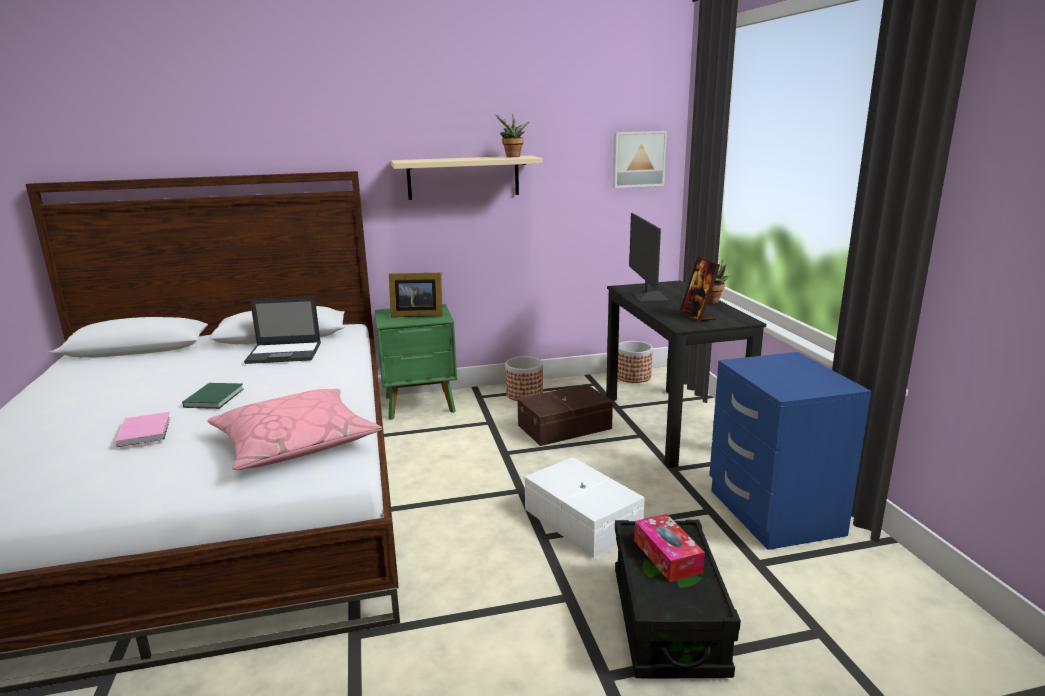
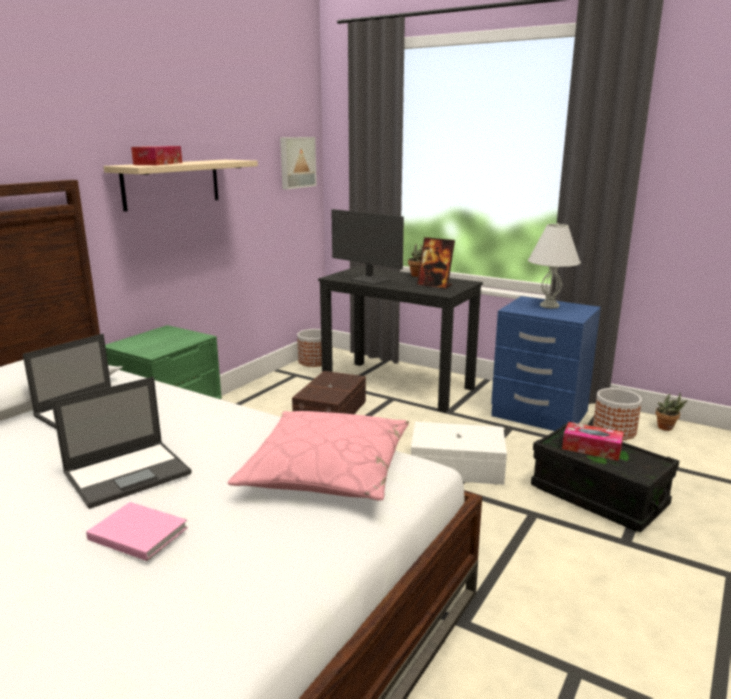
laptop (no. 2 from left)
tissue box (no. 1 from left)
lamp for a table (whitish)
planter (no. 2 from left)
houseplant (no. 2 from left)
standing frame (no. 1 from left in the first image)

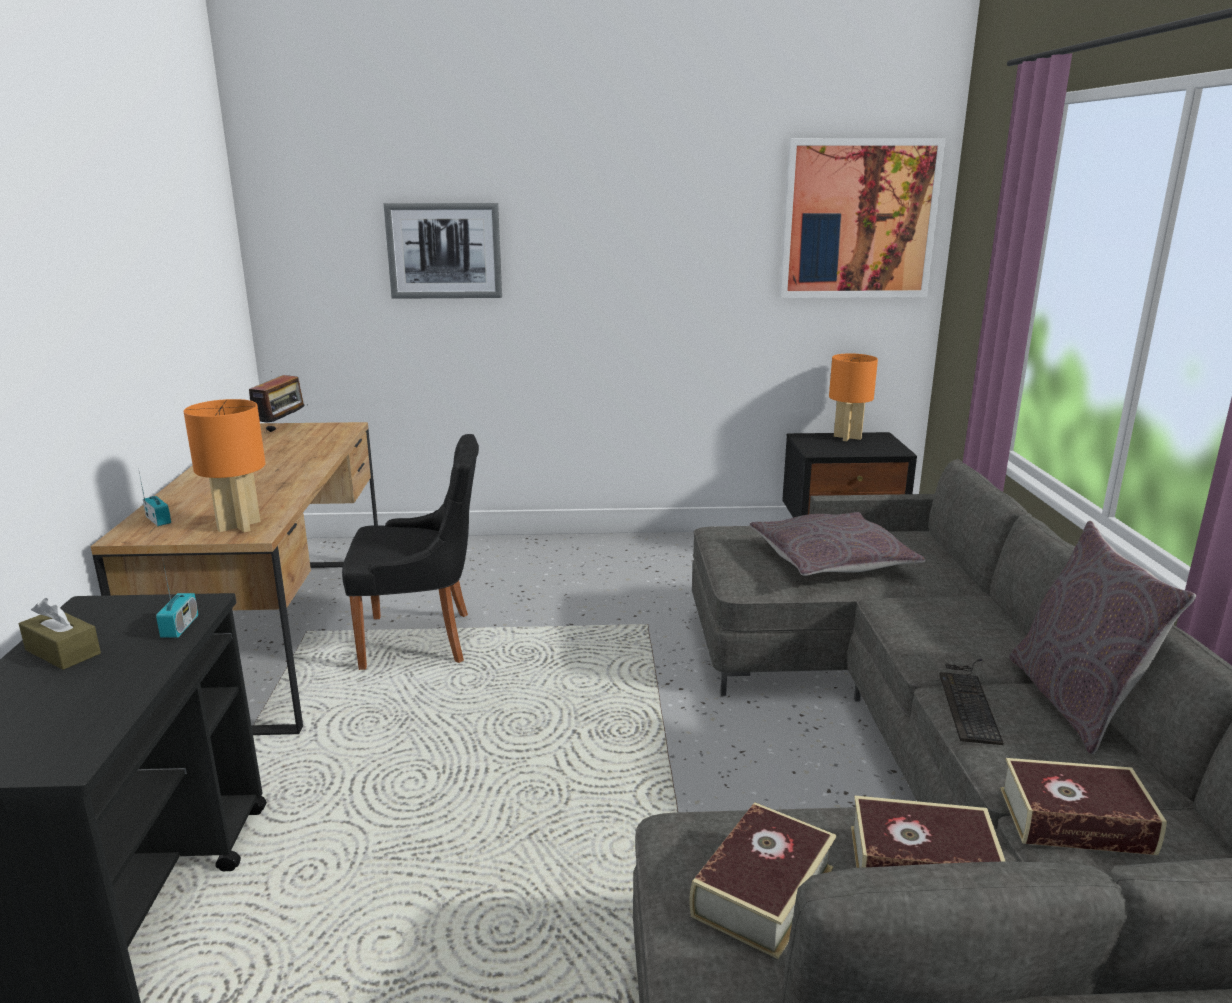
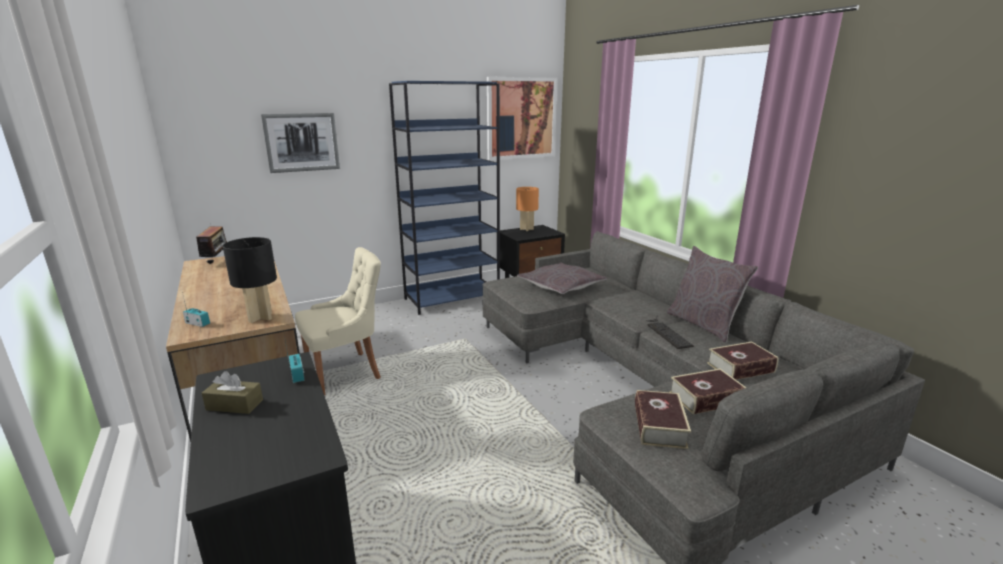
lamp for a table (black)
upright chair (sand-coloured)
bookshelf (bluish)

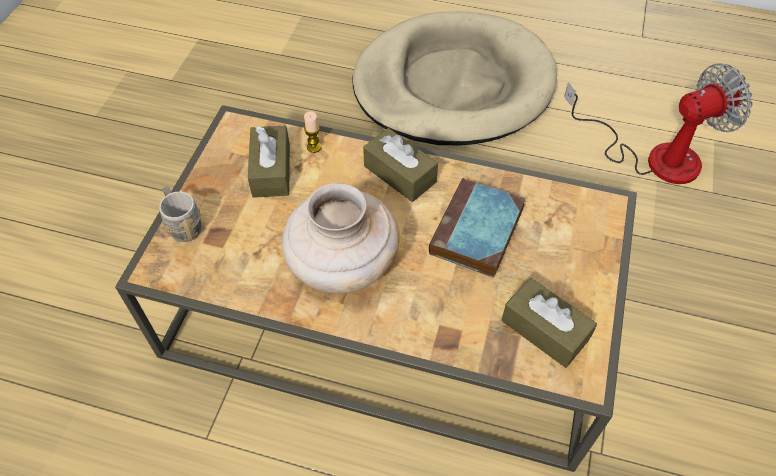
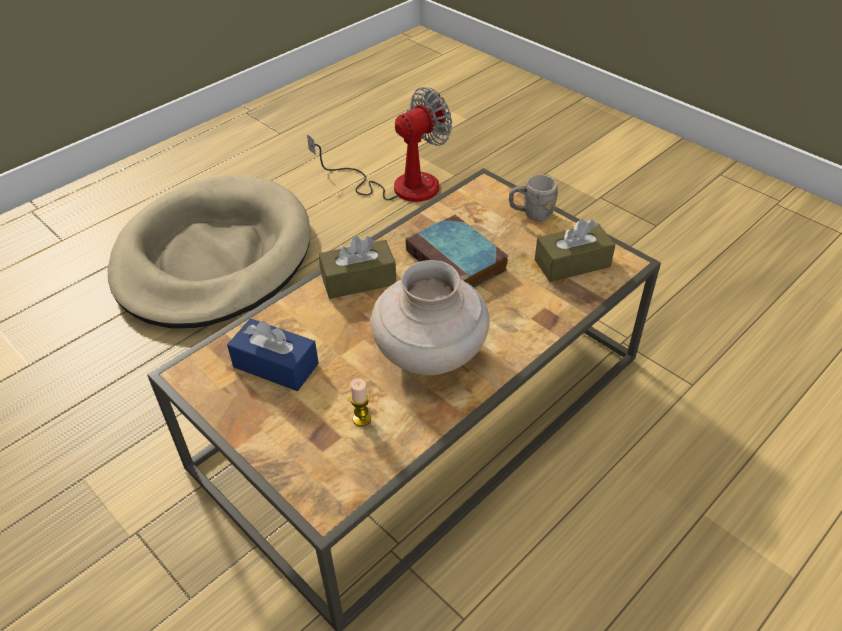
tissue box (bluish)
fan
candle
coffee mug (gray)

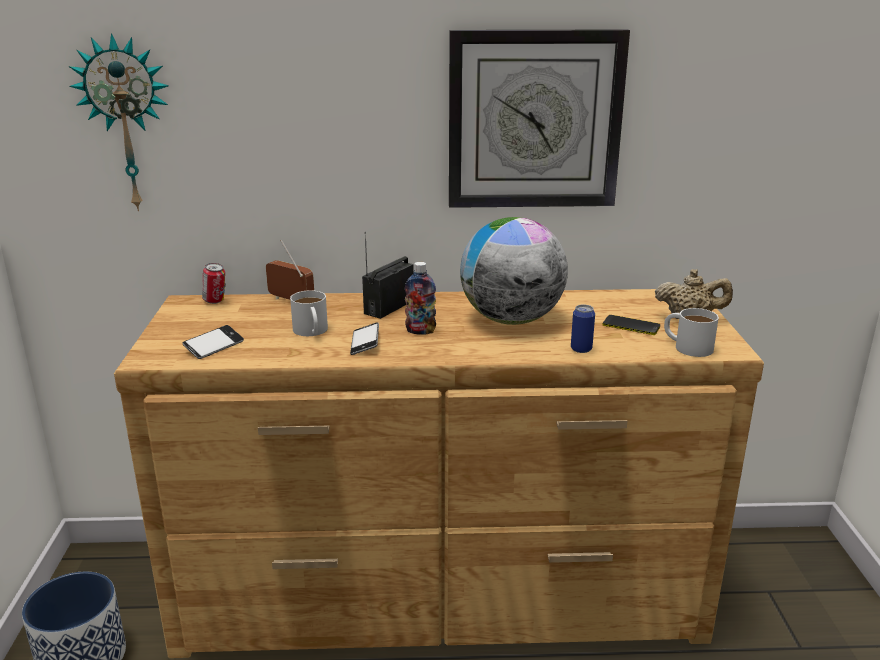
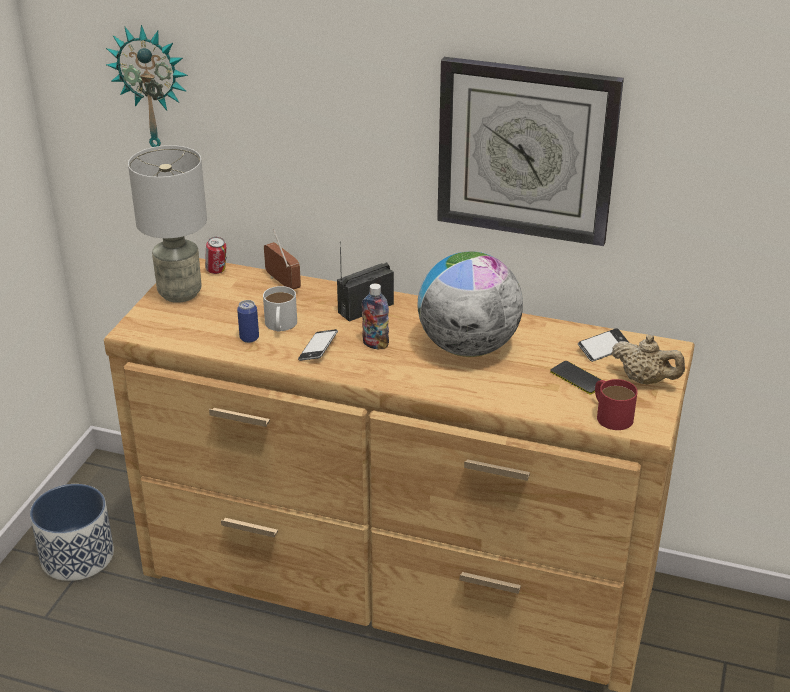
lamp for a table (gray)
can (no. 2 from left)
handset (no. 3 from left)
coffee mug (red-coloured)

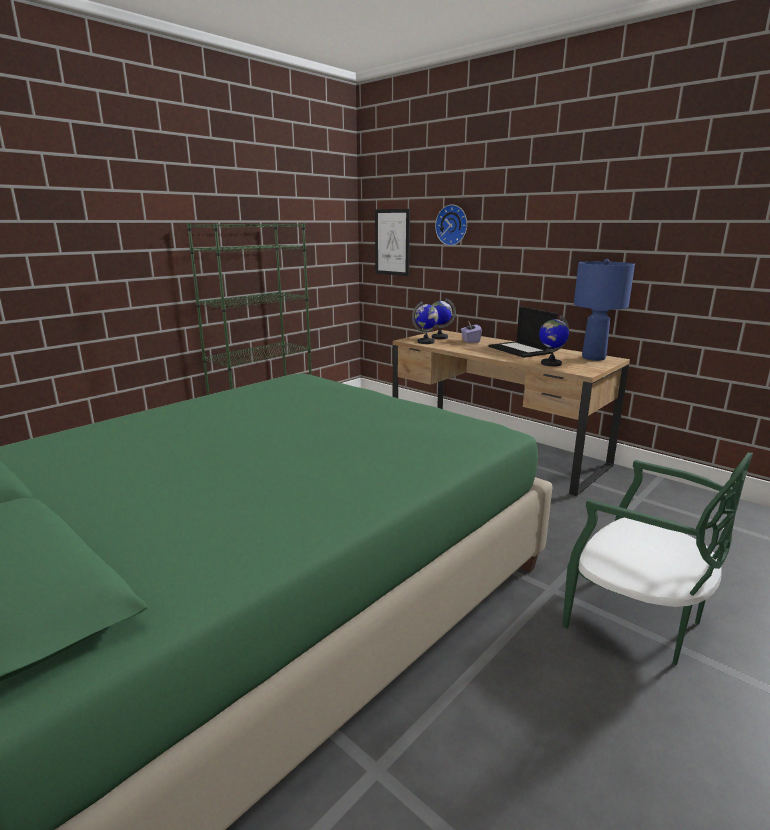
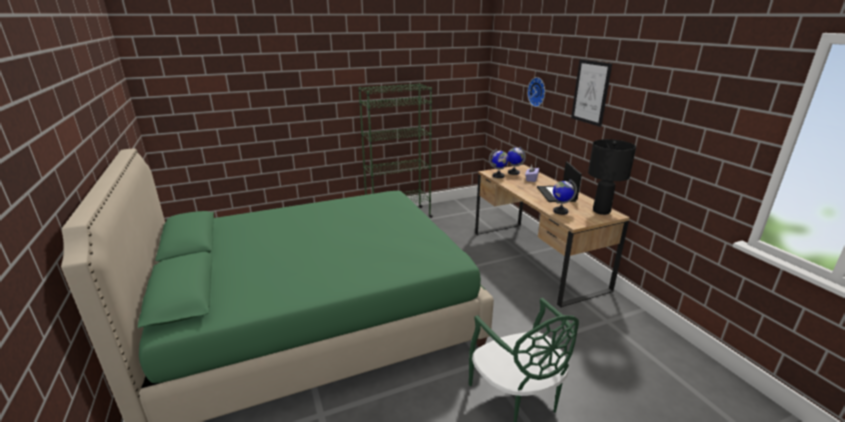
wall picture
lamp for a table (black)

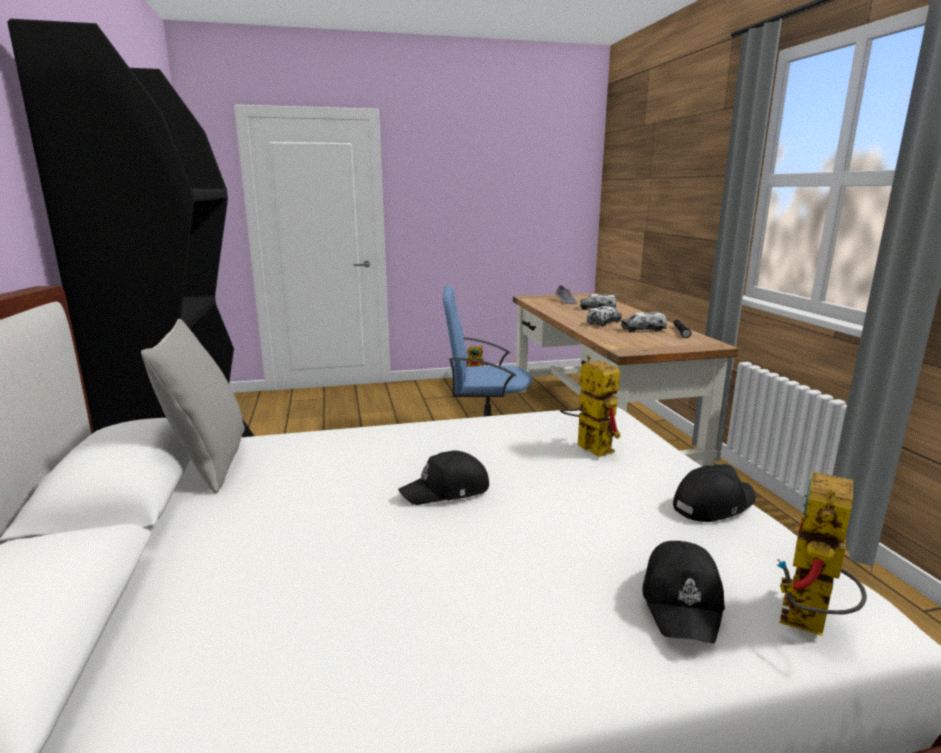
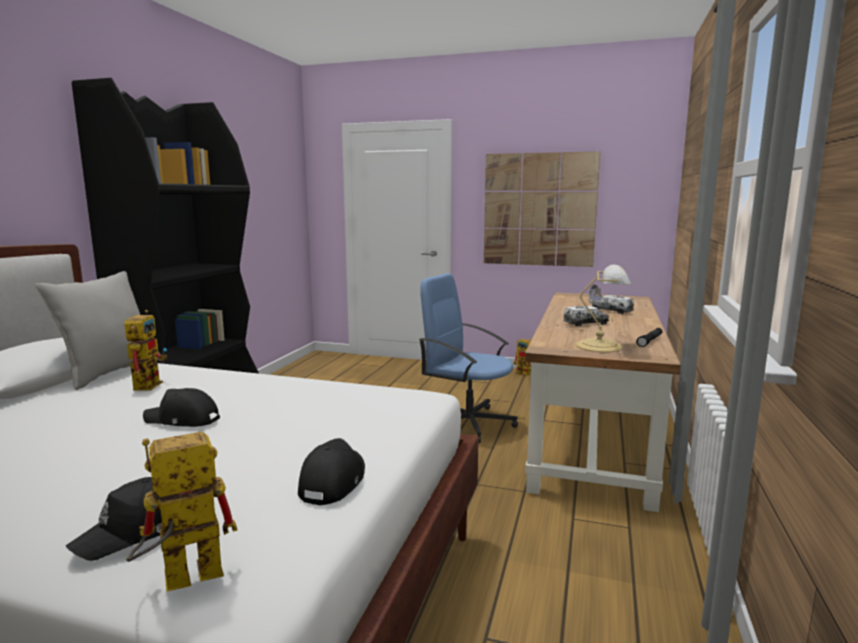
robot figure (no. 1 from left)
baseball cap (black) (no. 3 from left)
wall picture
lamp for a table
toy lorry (no. 3 from left in the first image)

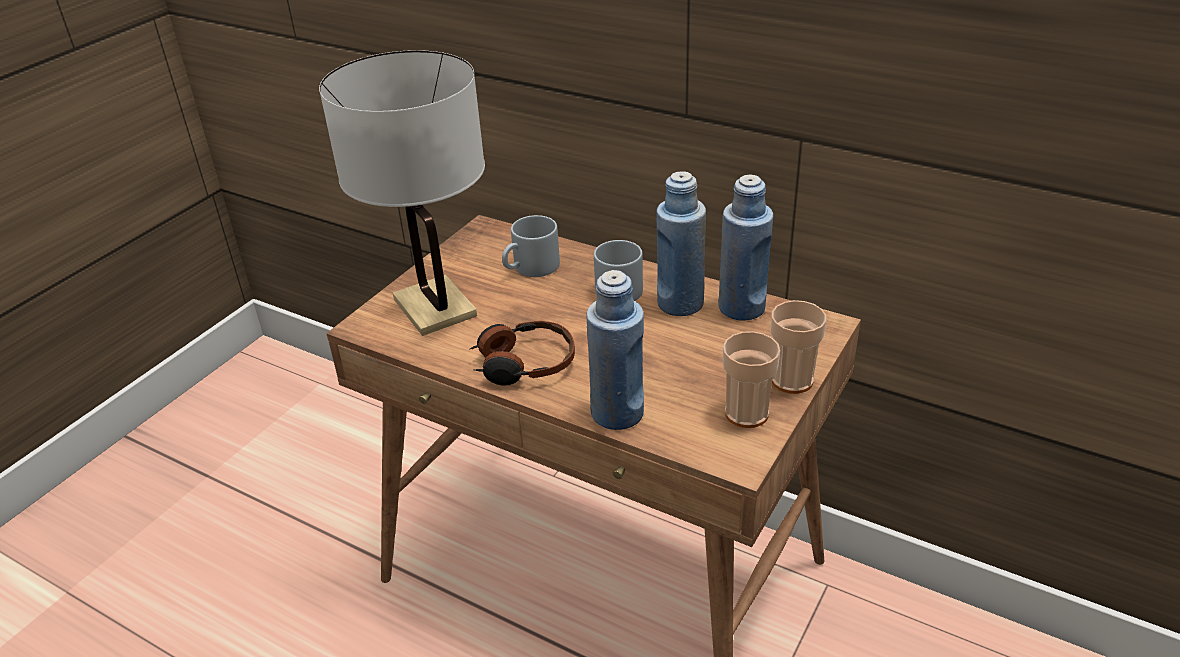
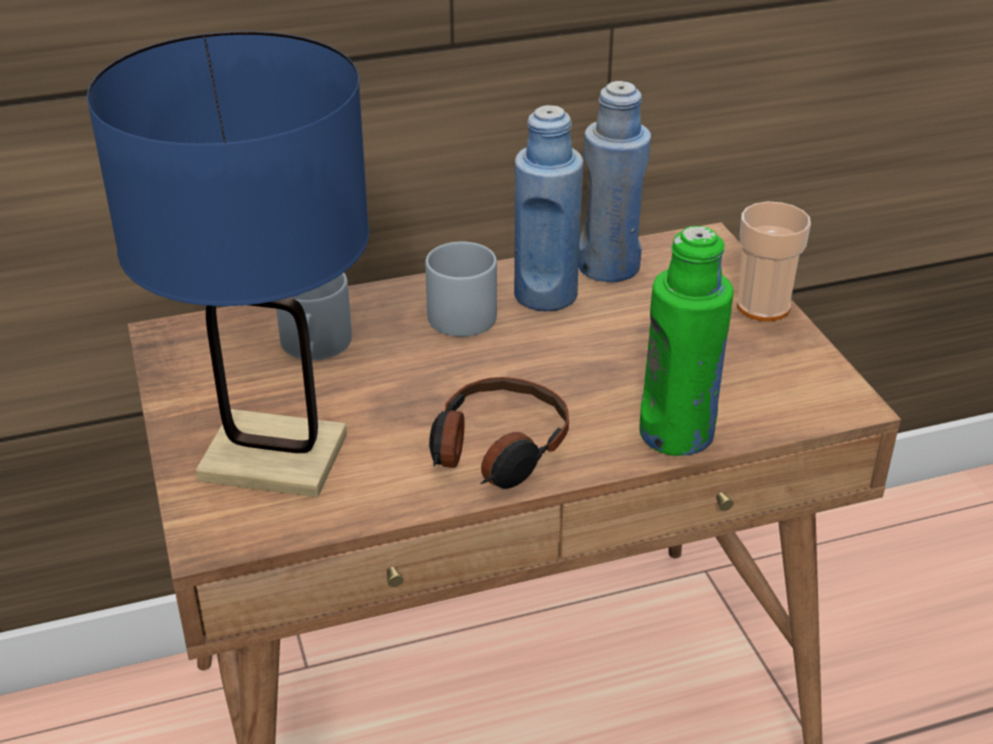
lamp for a table (bluish)
bottle (greenish)
small cup (no. 1 from left in the first image)

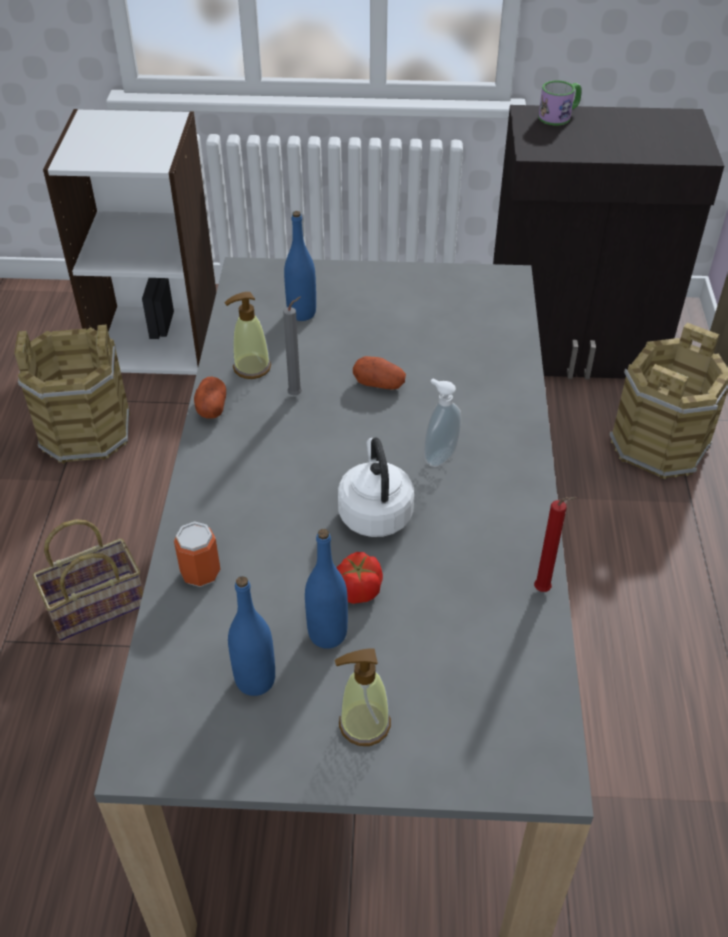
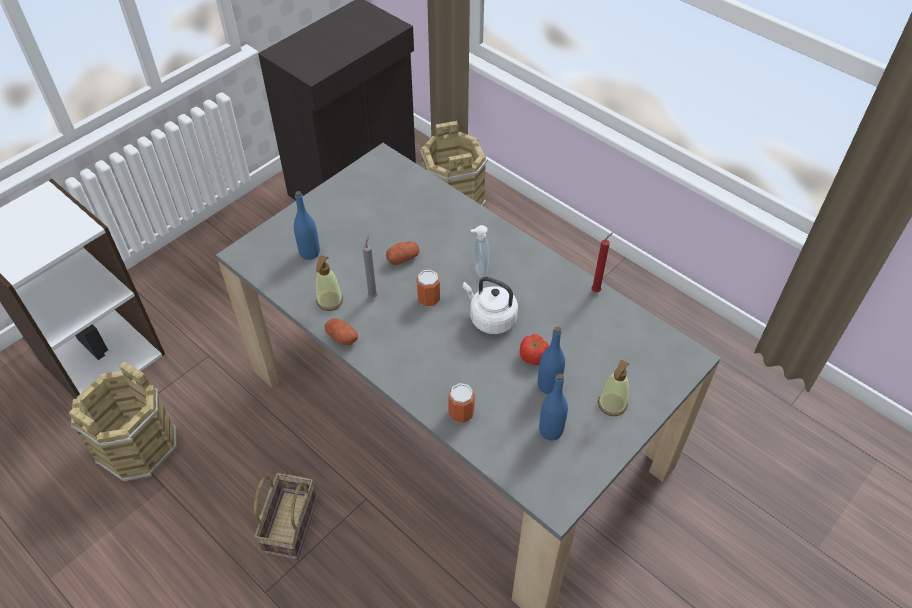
can (no. 1 from left)
coffee mug

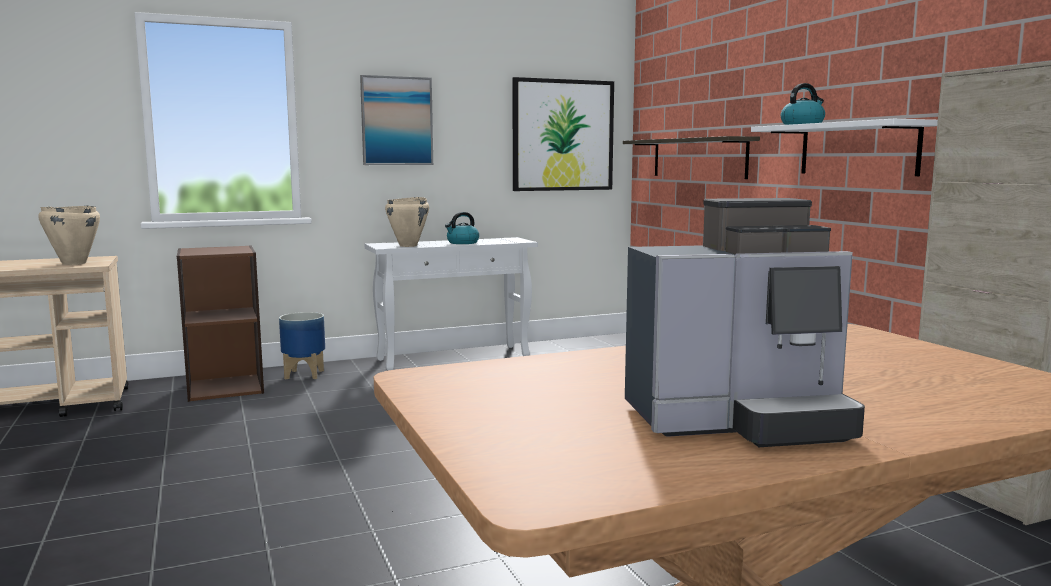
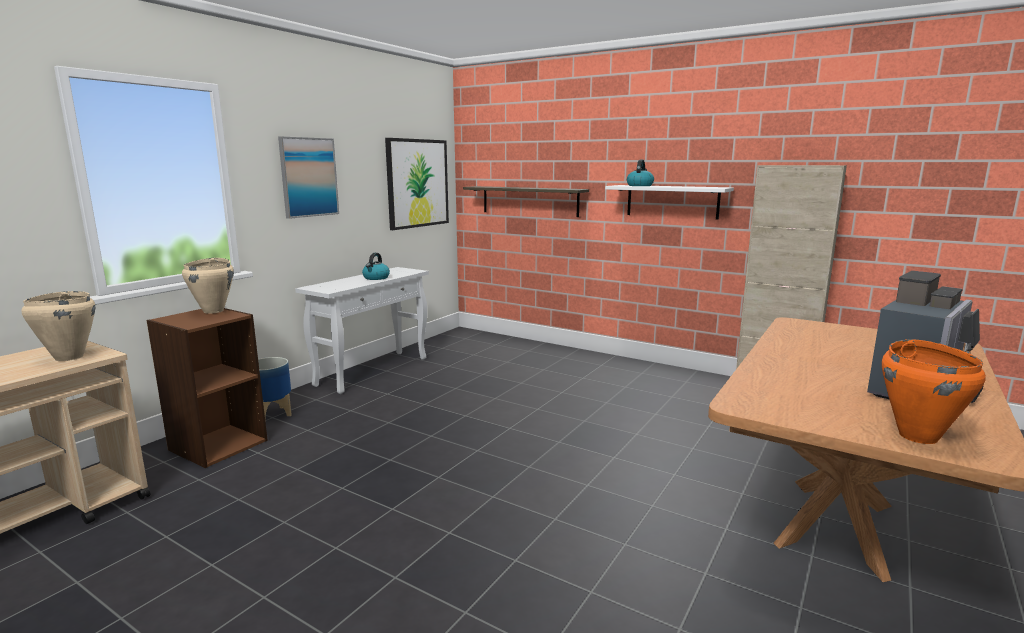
saucepot (sand-coloured) (no. 2 from left)
saucepot (orange-coloured)

